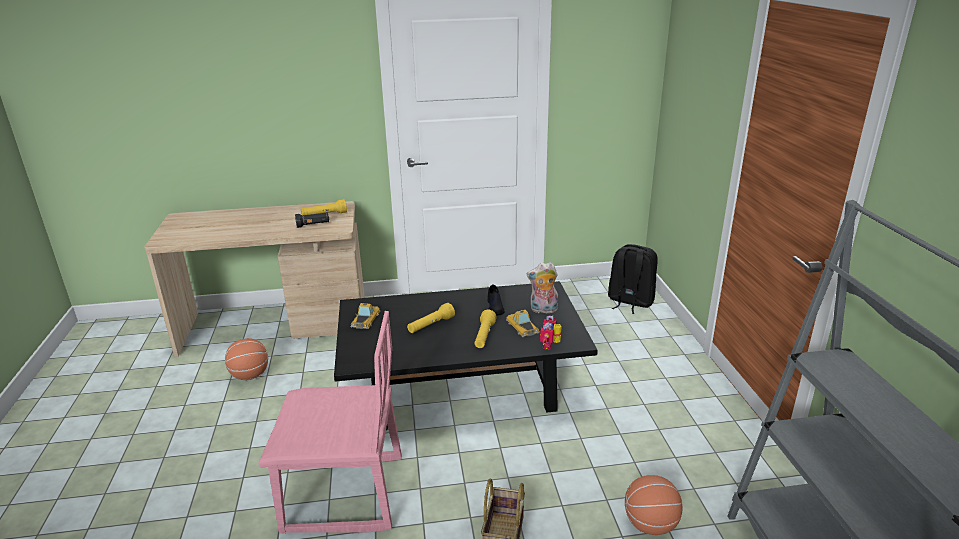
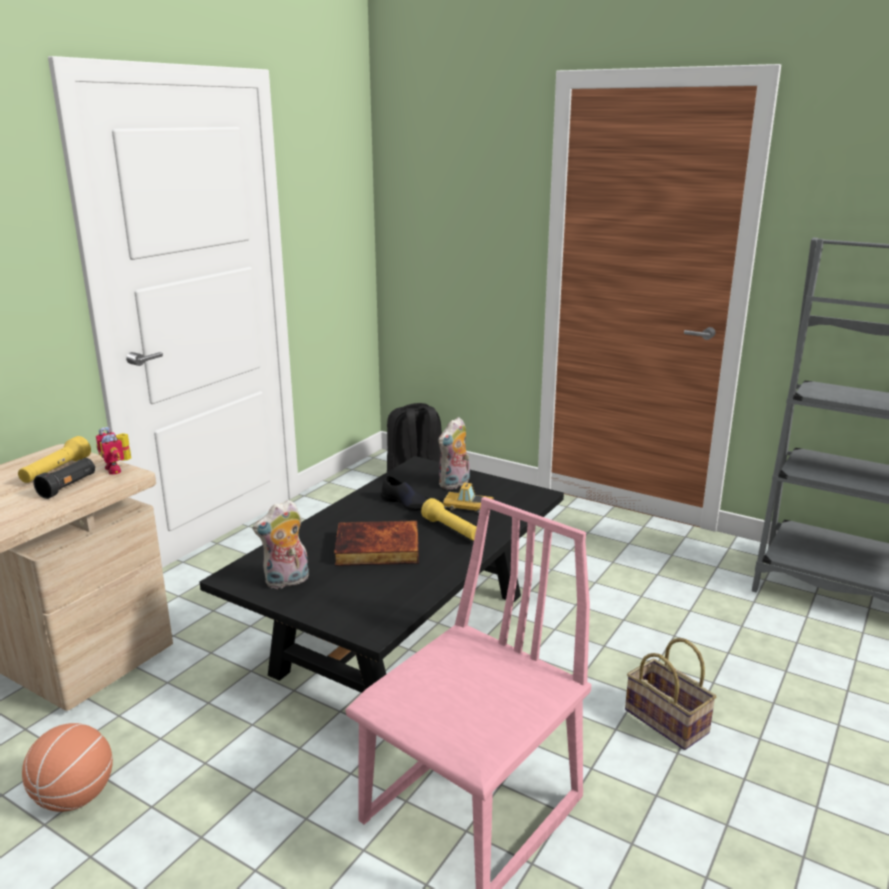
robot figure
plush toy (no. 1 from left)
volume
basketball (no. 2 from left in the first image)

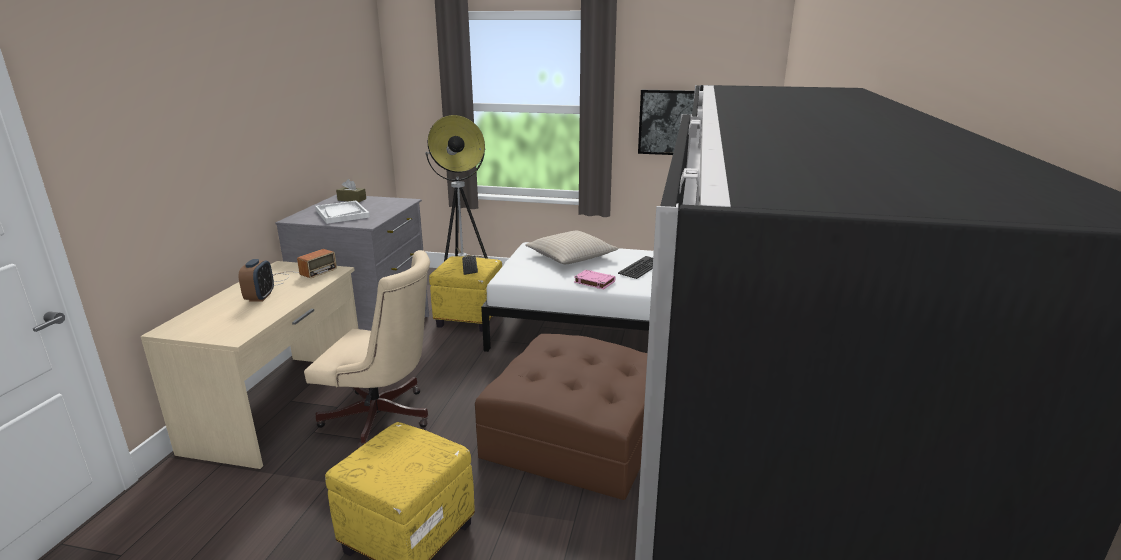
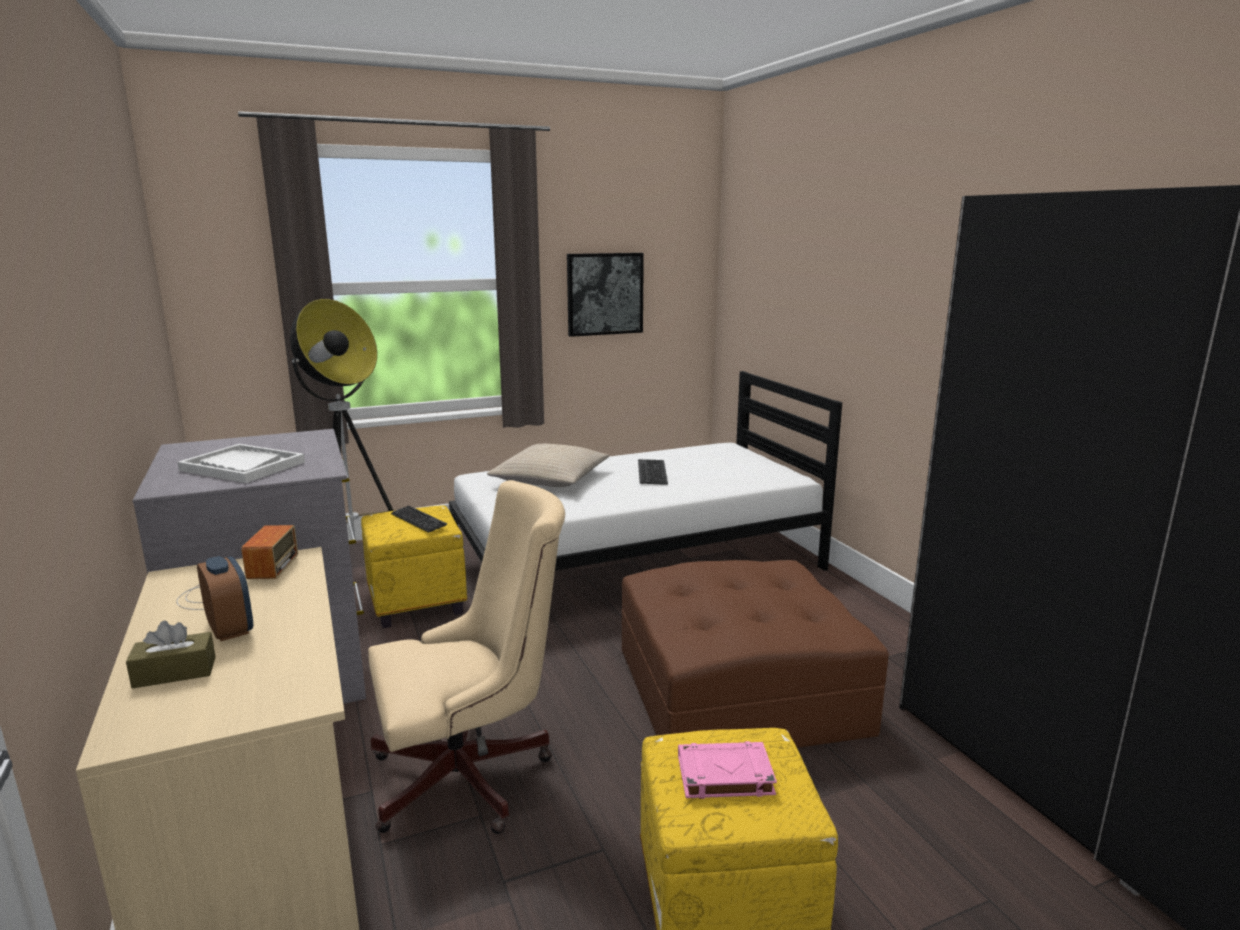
tissue box (brown-coloured)
volume (pinkish)

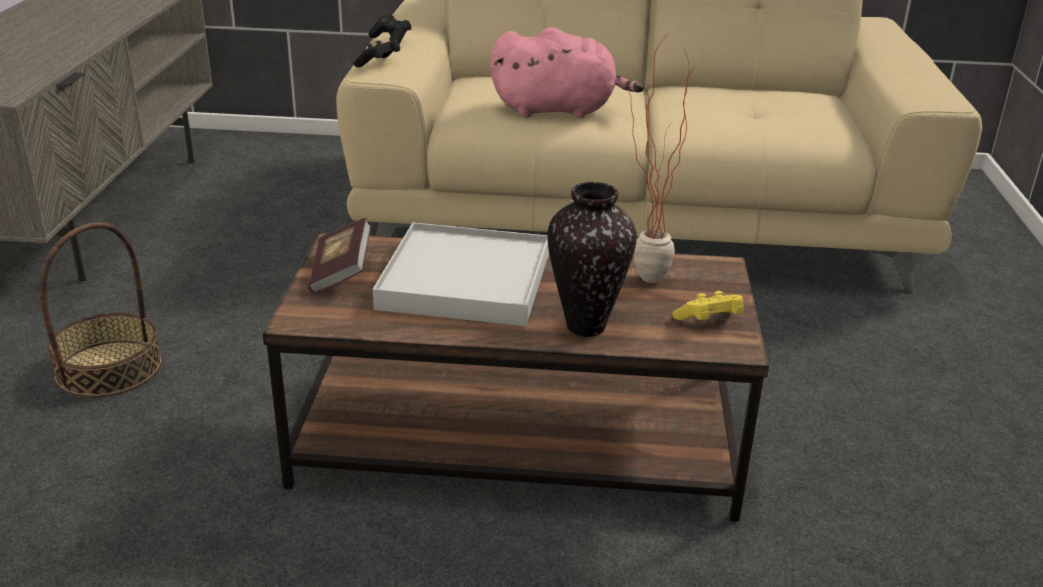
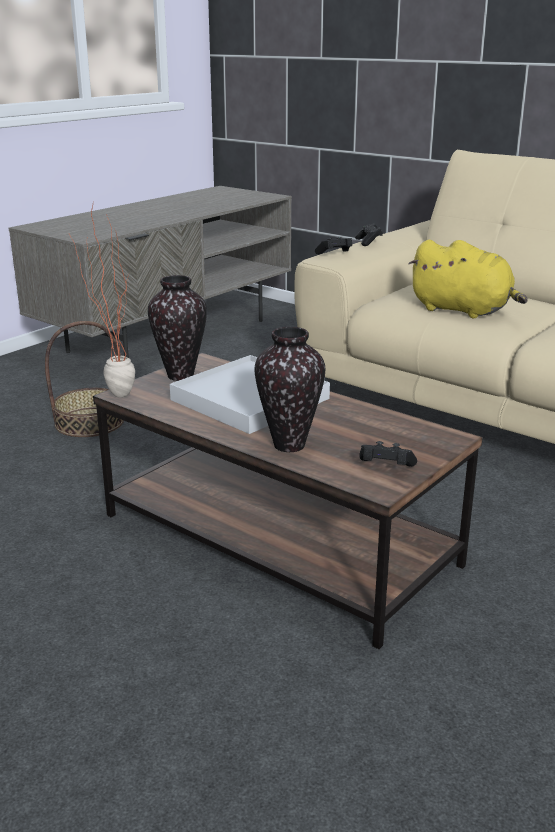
houseplant
vase (no. 1 from left)
game controller (black) (no. 3 from left)
plush toy (yellow-coloured)

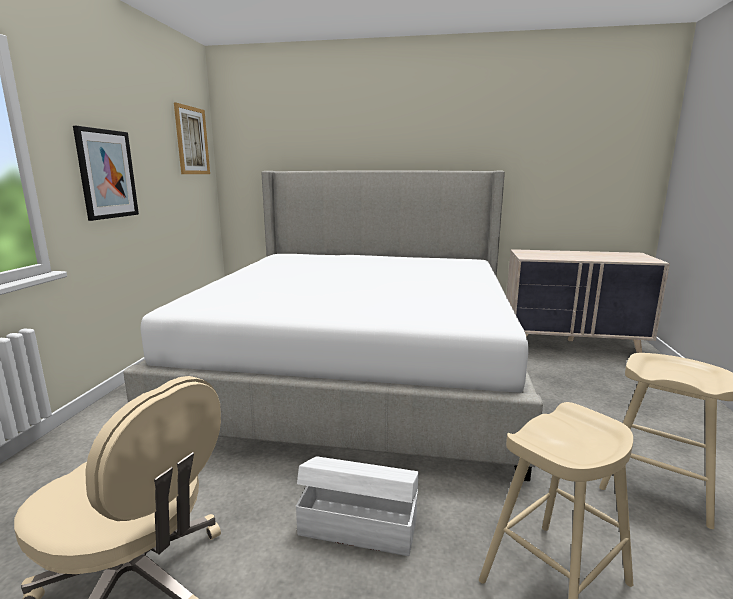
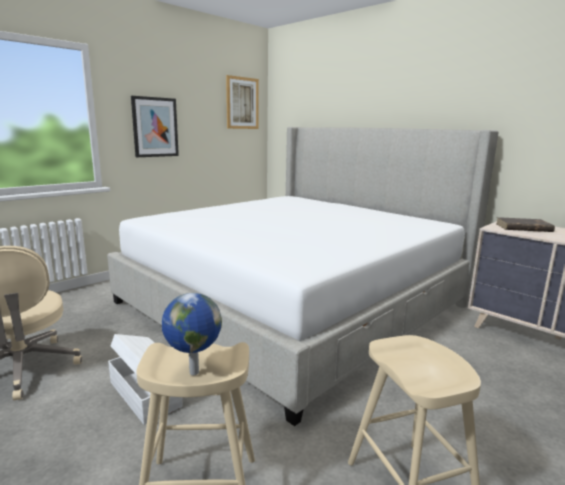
globe
volume (brown-coloured)

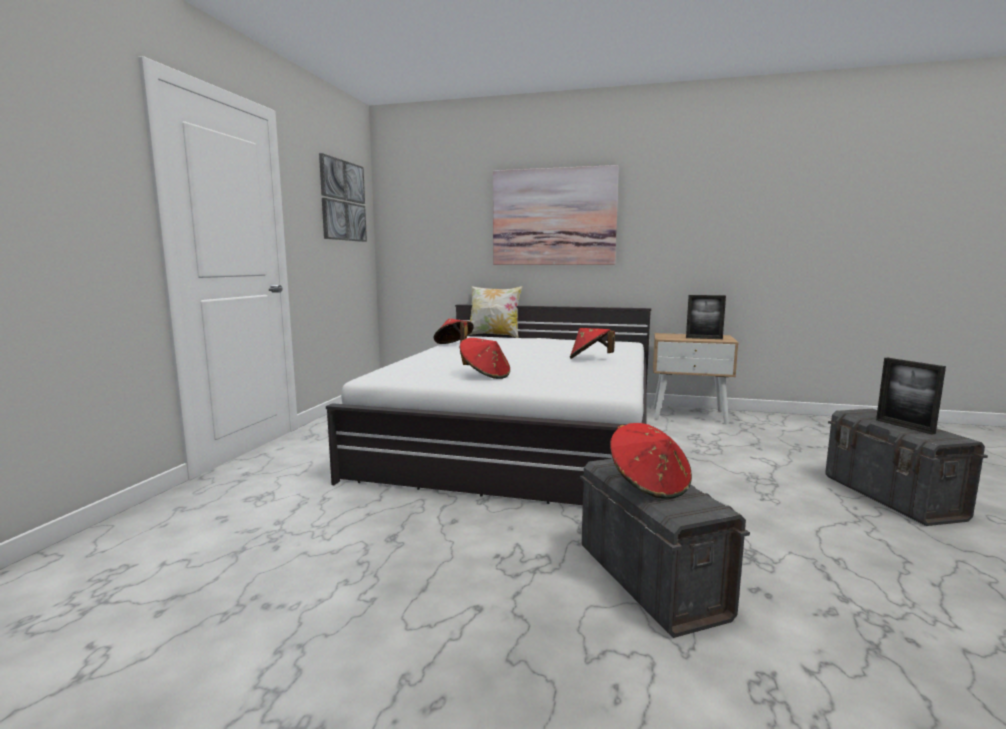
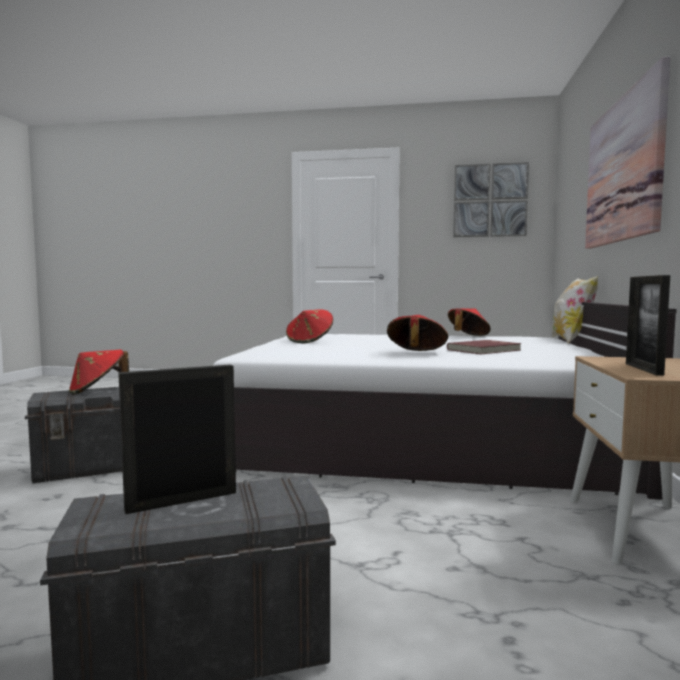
volume (red-coloured)

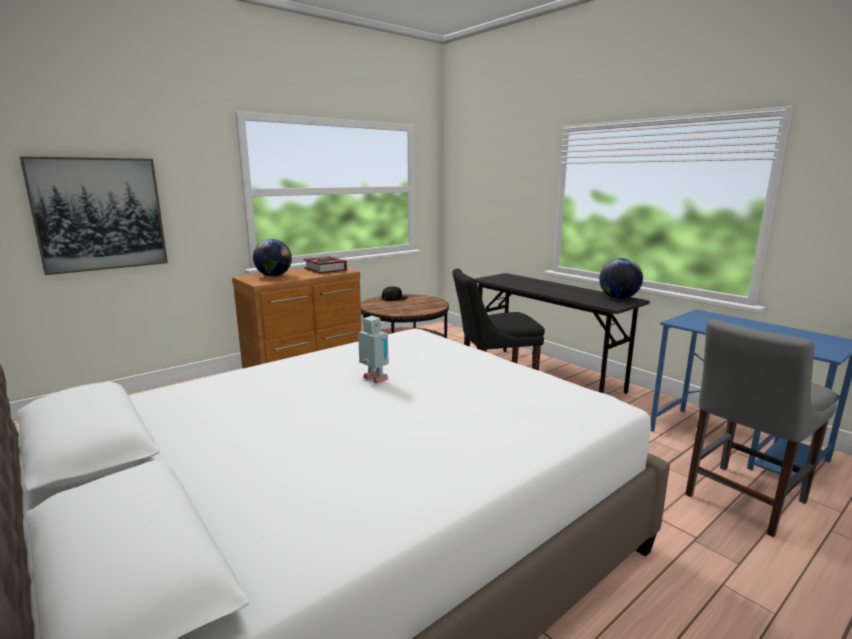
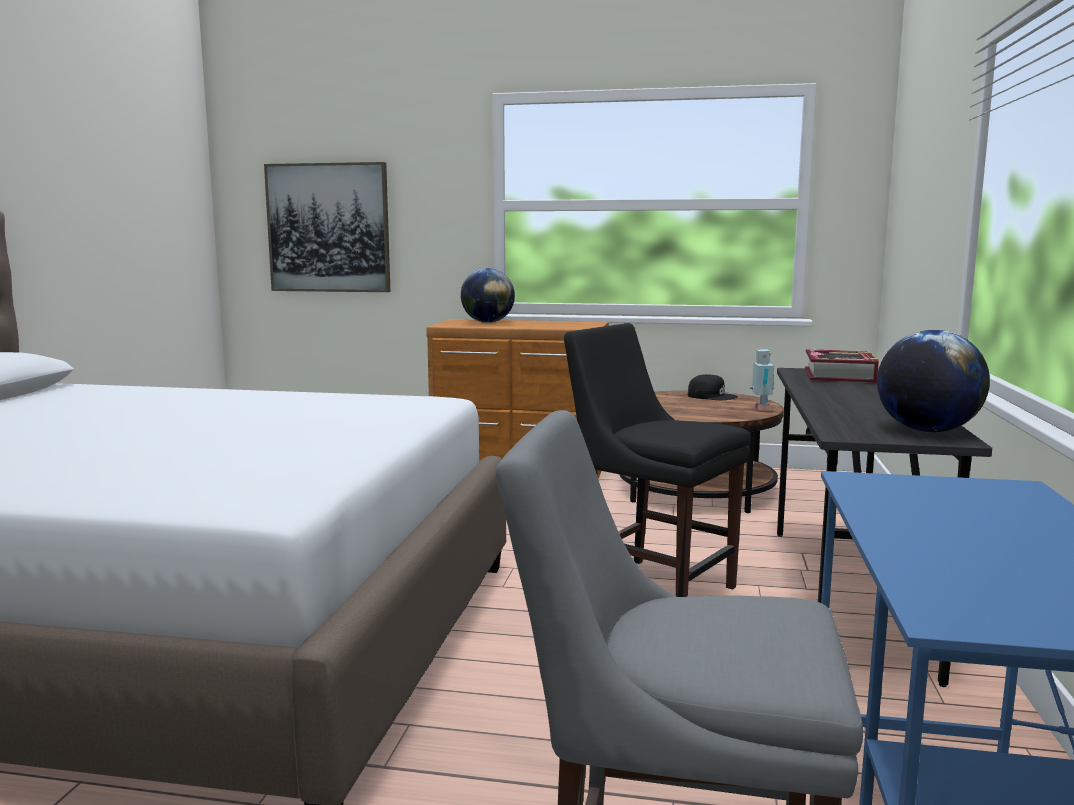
robot figure
volume

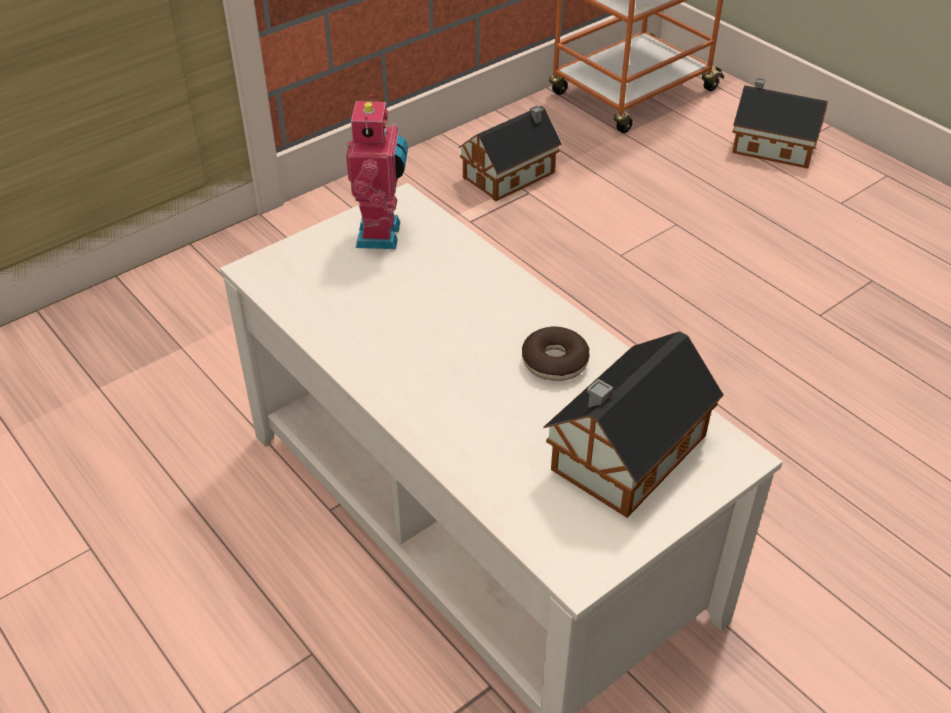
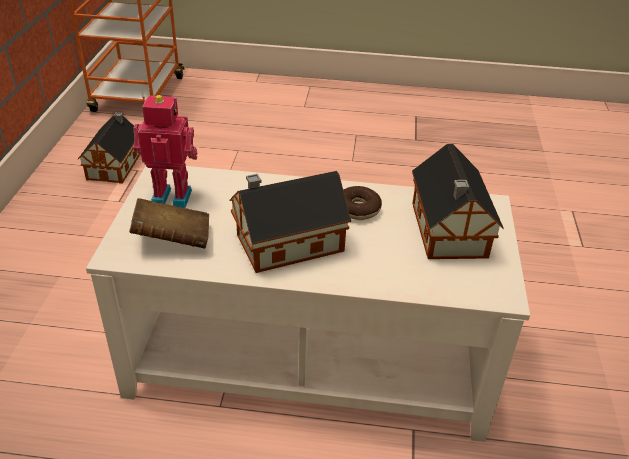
volume (brown-coloured)
robot figure
toy house (no. 2 from left)

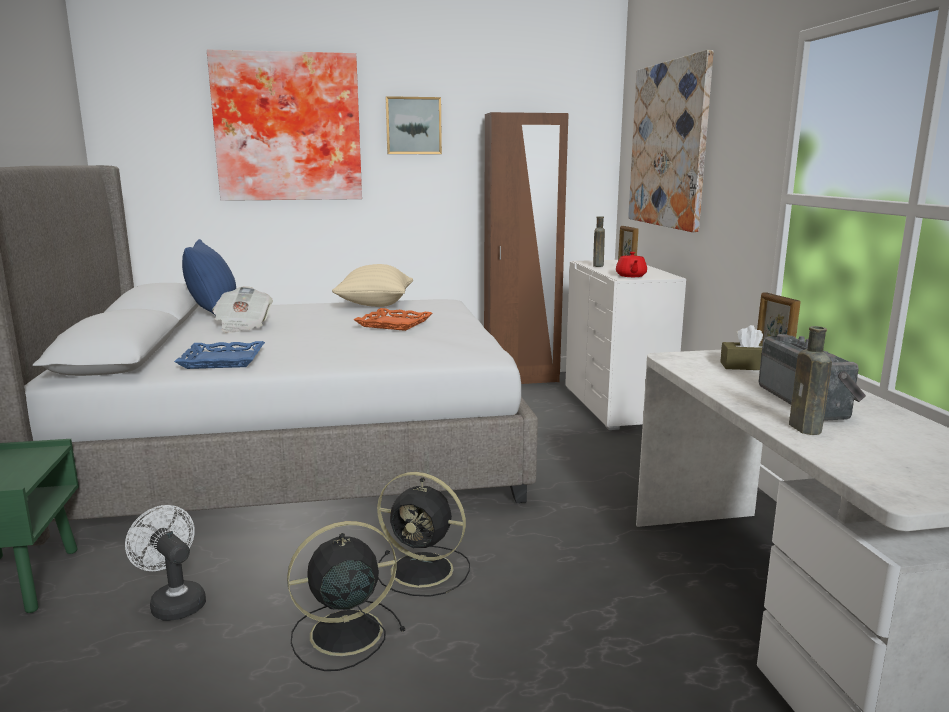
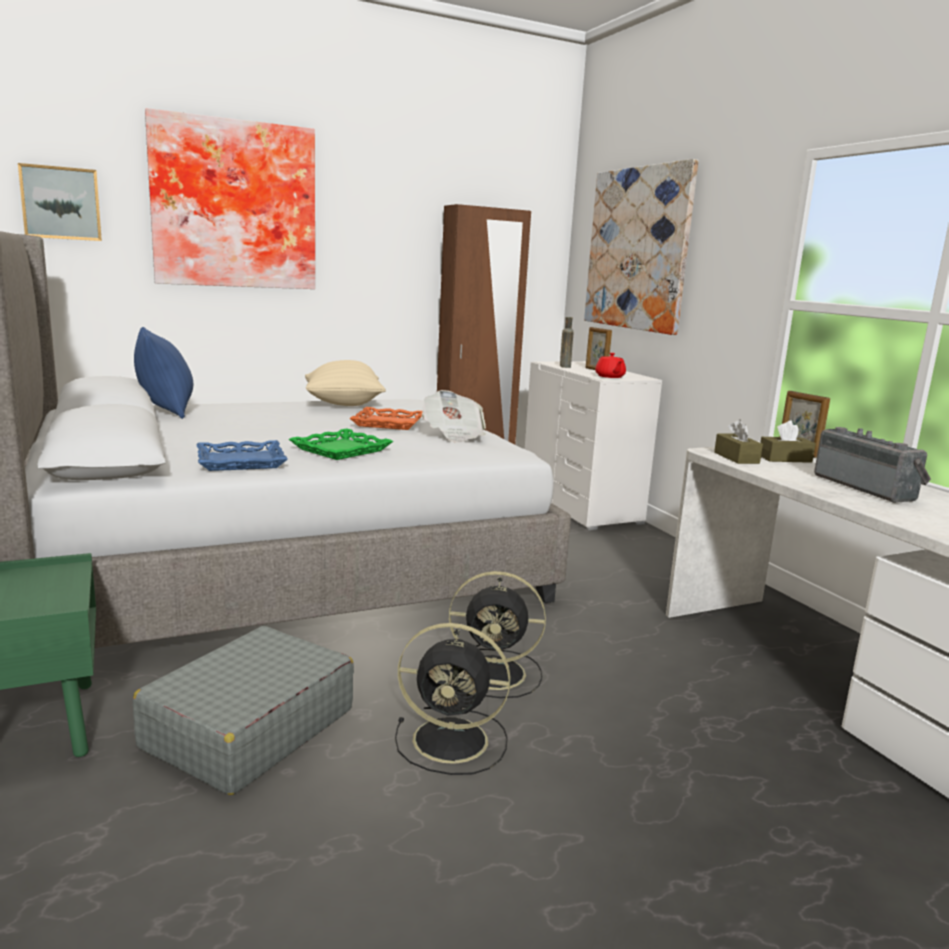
wall picture (no. 1 from left)
piece of luggage (gray)
carrying tray (greenish)
fan (black) (no. 1 from left)
newspaper
tissue box (brown-coloured) (no. 1 from left)
bottle (brown-coloured) (no. 2 from left in the first image)

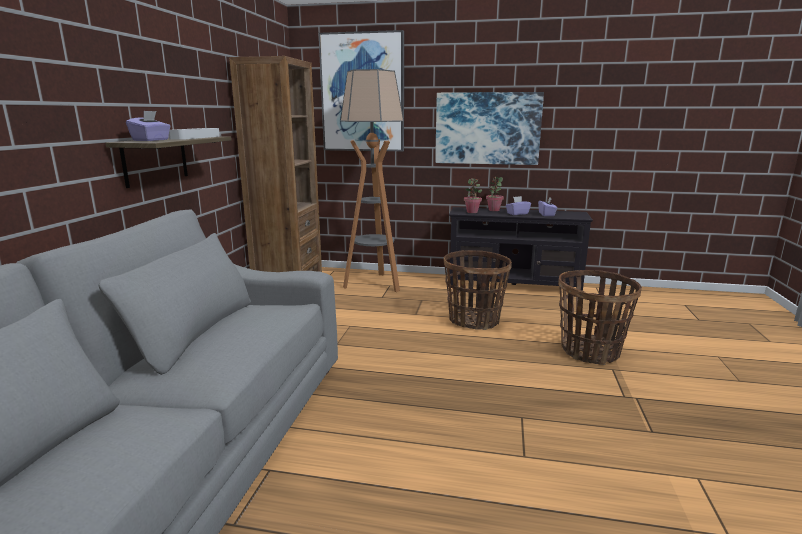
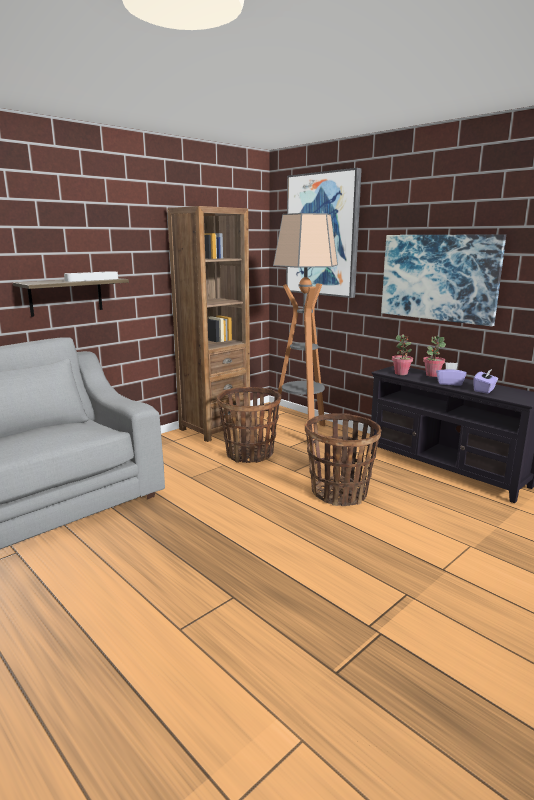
basket (no. 1 from left)
tissue box (purple-coloured) (no. 1 from left in the first image)

